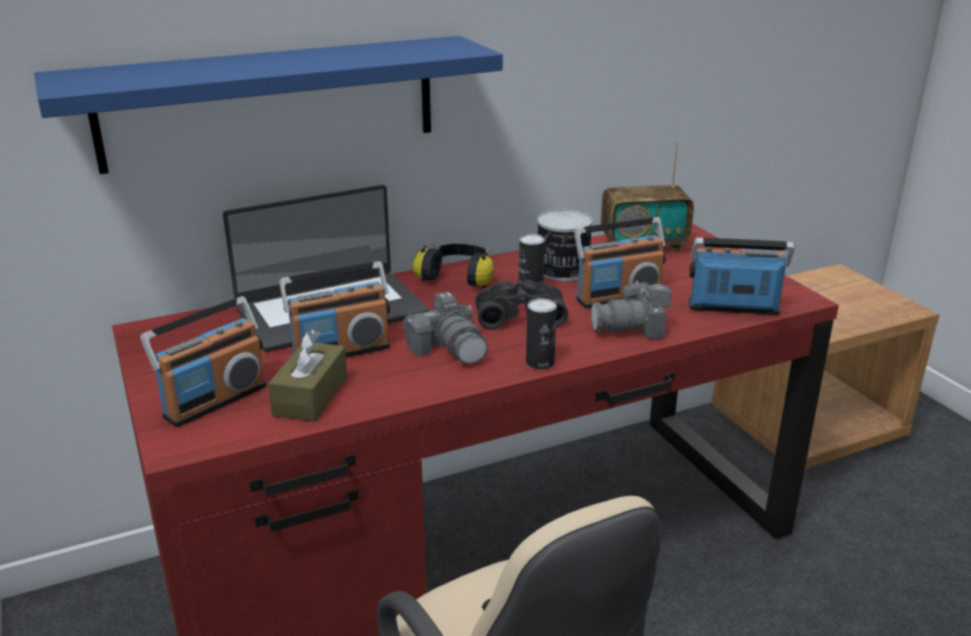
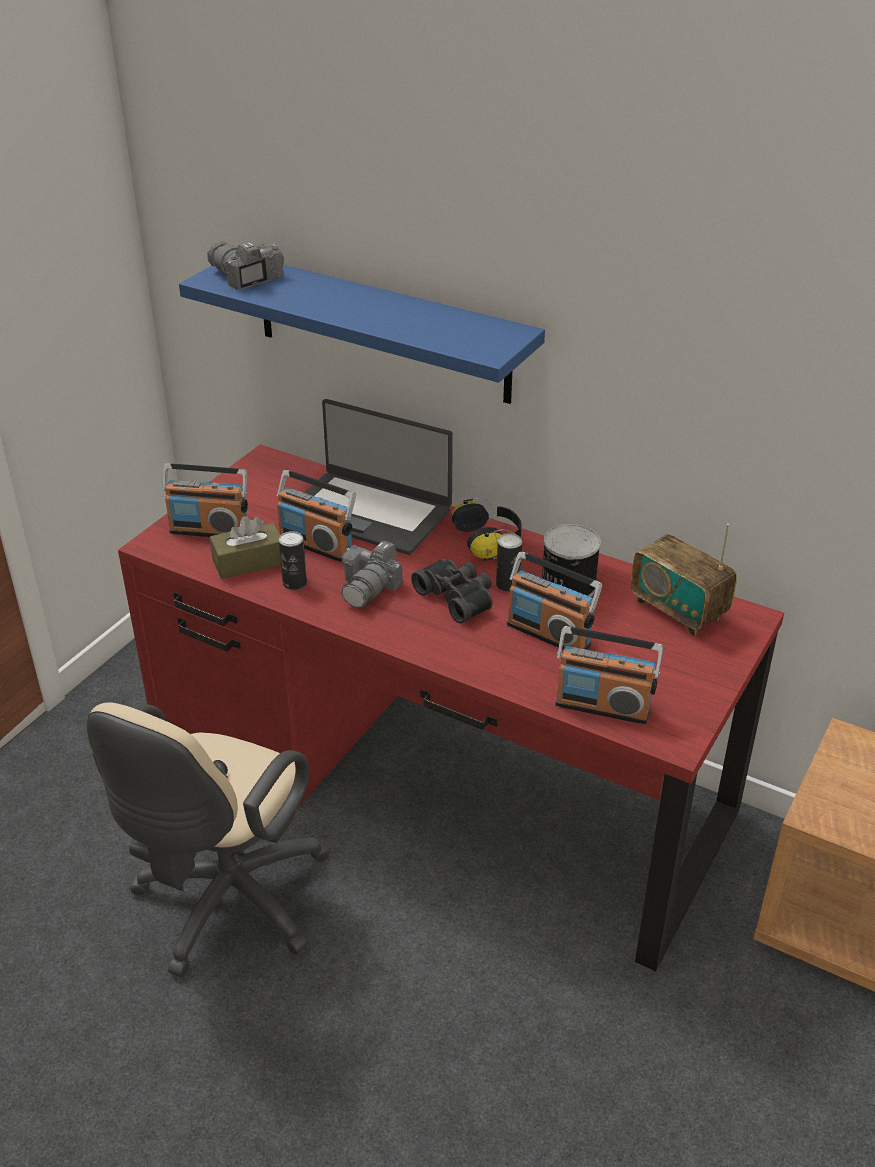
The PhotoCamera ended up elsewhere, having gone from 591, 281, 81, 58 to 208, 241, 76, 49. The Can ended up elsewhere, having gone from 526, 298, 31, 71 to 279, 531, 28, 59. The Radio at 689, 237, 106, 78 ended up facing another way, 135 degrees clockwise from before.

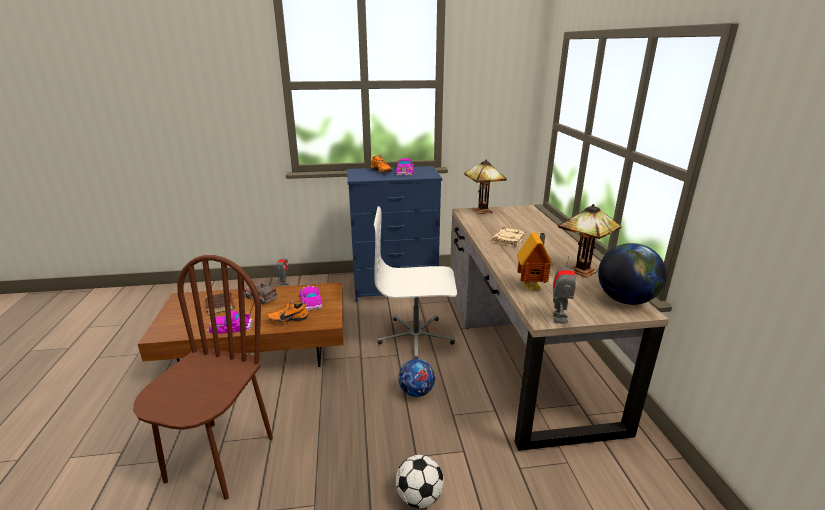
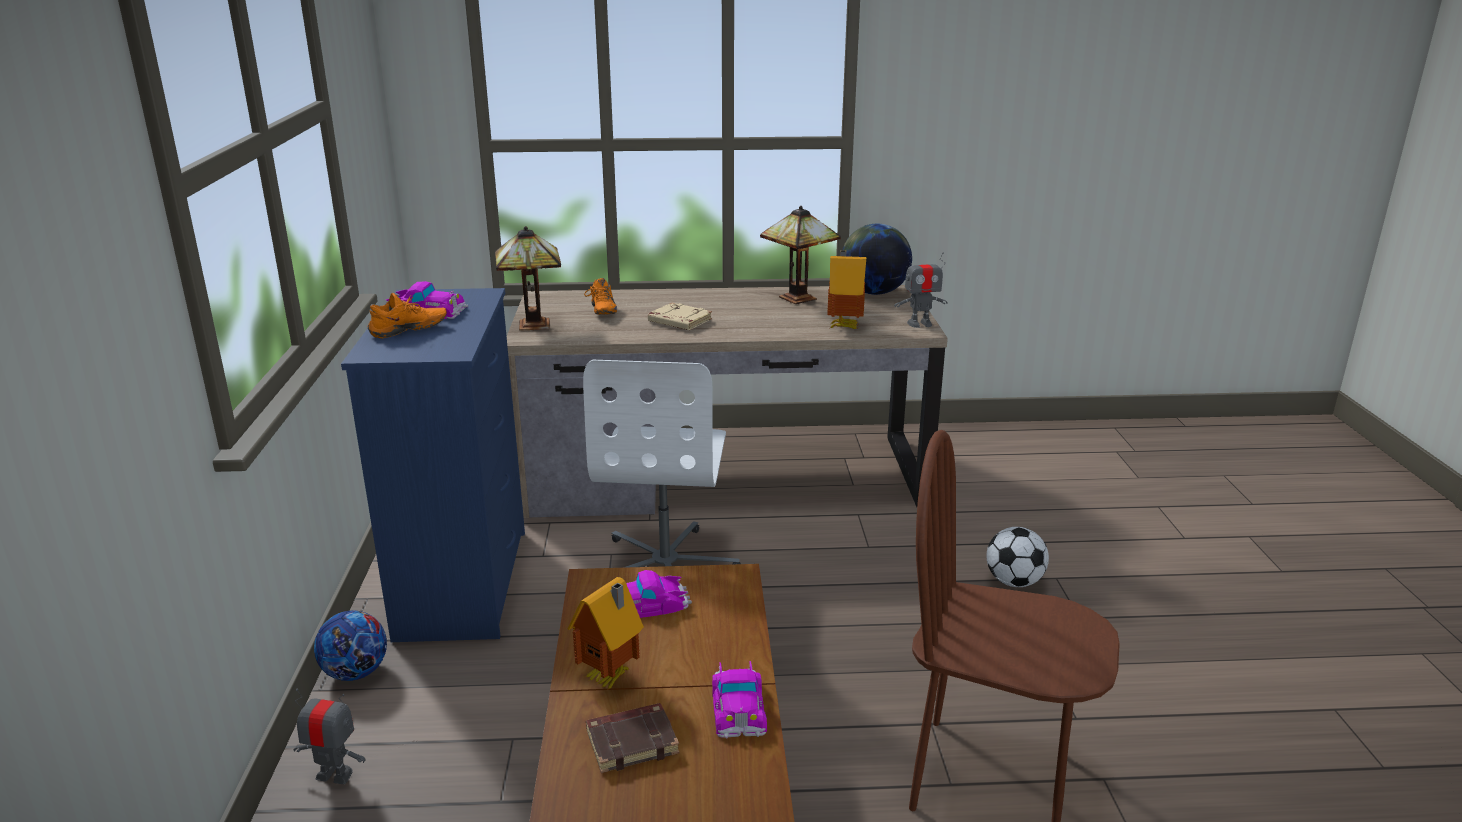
The FootballBall ended up elsewhere, having gone from 398, 359, 37, 38 to 314, 611, 73, 70. Where the ToyLorry stood at 244, 282, 35, 23, the ToyHouse came to stand at 568, 577, 76, 112. The OrangeColouredLowShoe ended up elsewhere, having gone from 268, 301, 41, 23 to 584, 278, 33, 36. The ToyRobot at 553, 256, 24, 68 ended up facing another way, 150 degrees clockwise from before.

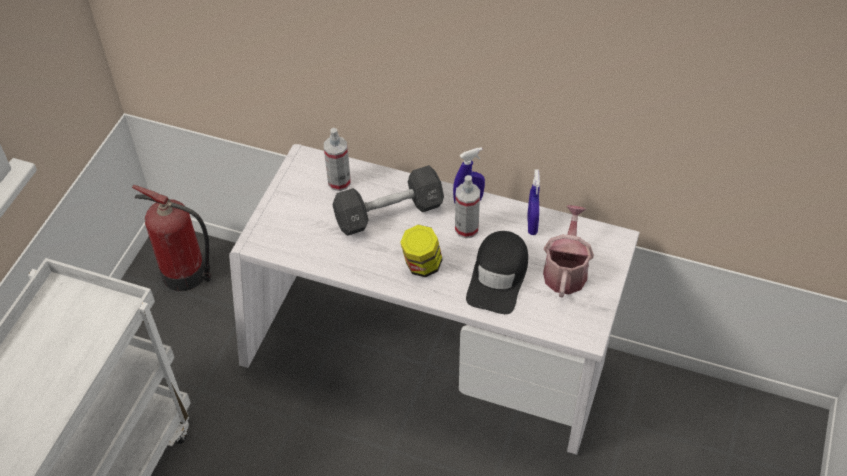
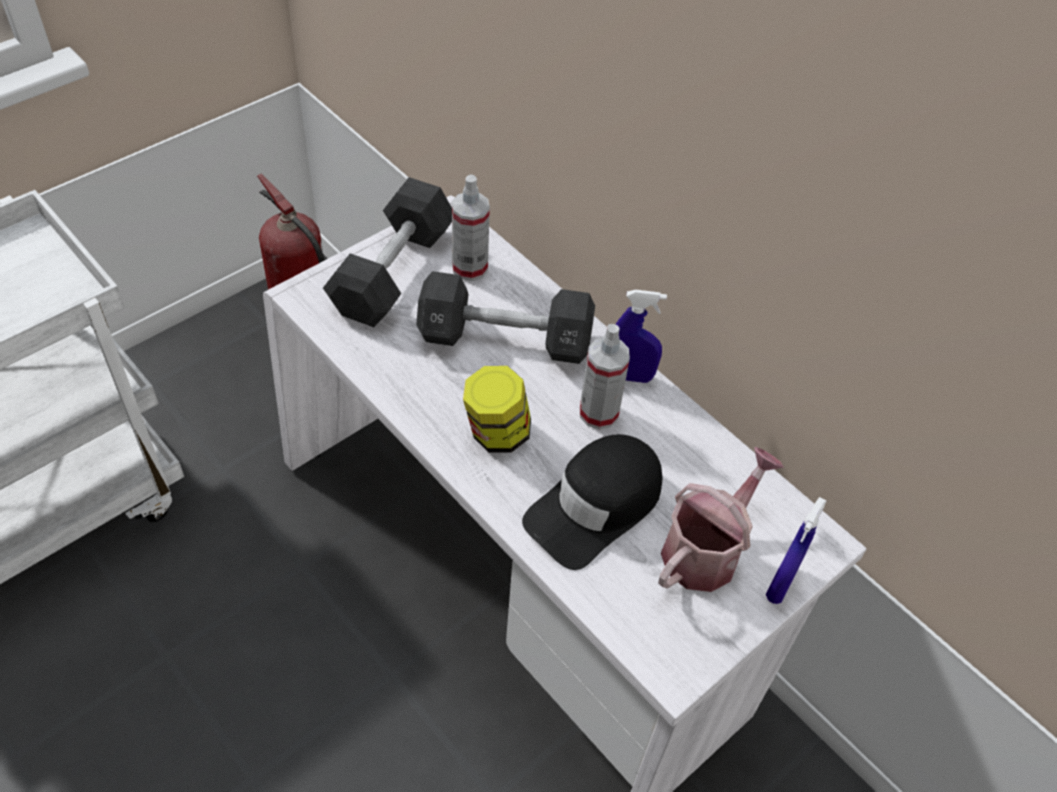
The second view gained the BlackHandWeight at 323, 177, 129, 150. The BlueColouredHandSprayer ended up elsewhere, having gone from 527, 169, 13, 66 to 766, 497, 60, 107.

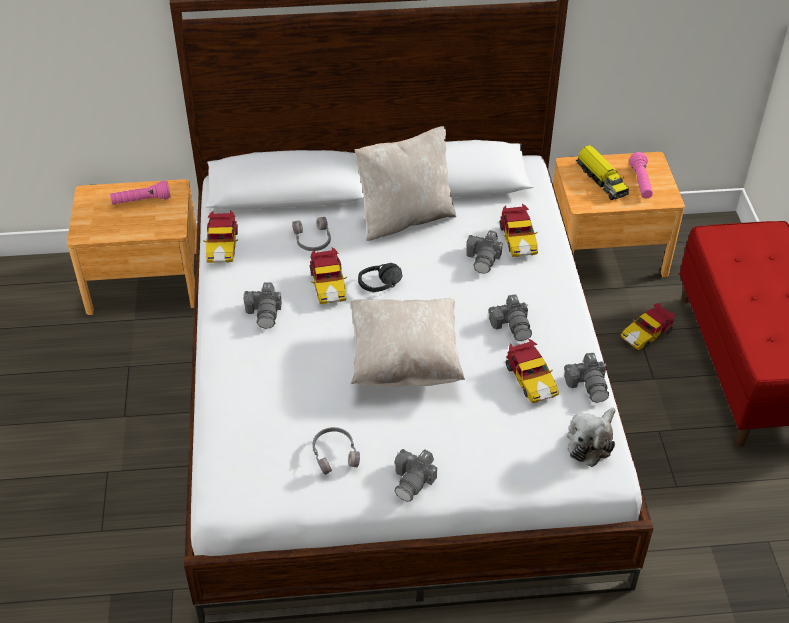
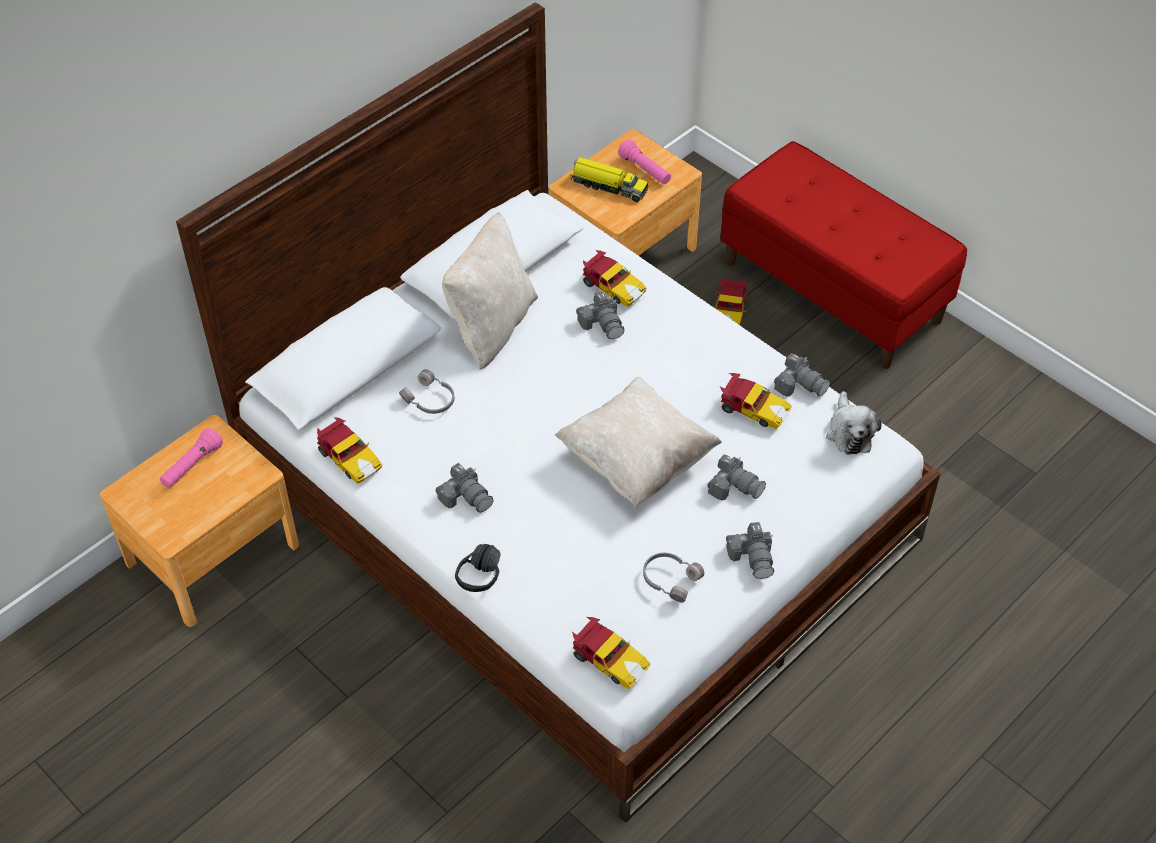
The BlackHeadset ended up elsewhere, having gone from 358, 263, 44, 29 to 455, 544, 45, 48. The ModelCar ended up elsewhere, having gone from 309, 248, 38, 56 to 572, 617, 79, 72. The PhotoCamera ended up elsewhere, having gone from 489, 294, 43, 47 to 707, 454, 59, 46.

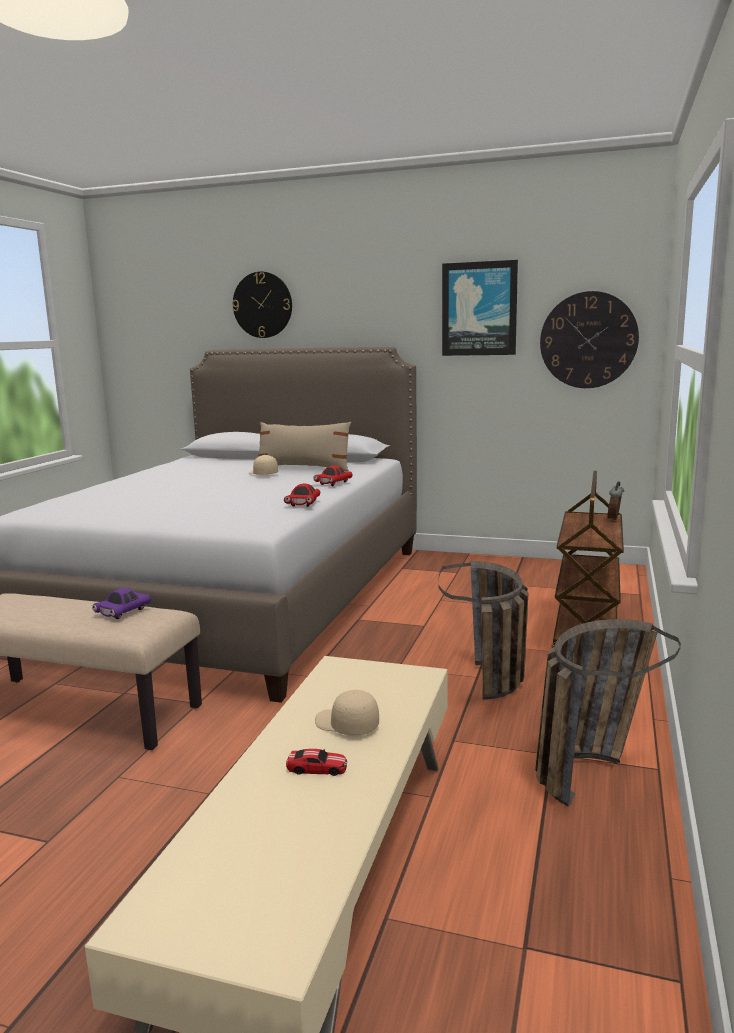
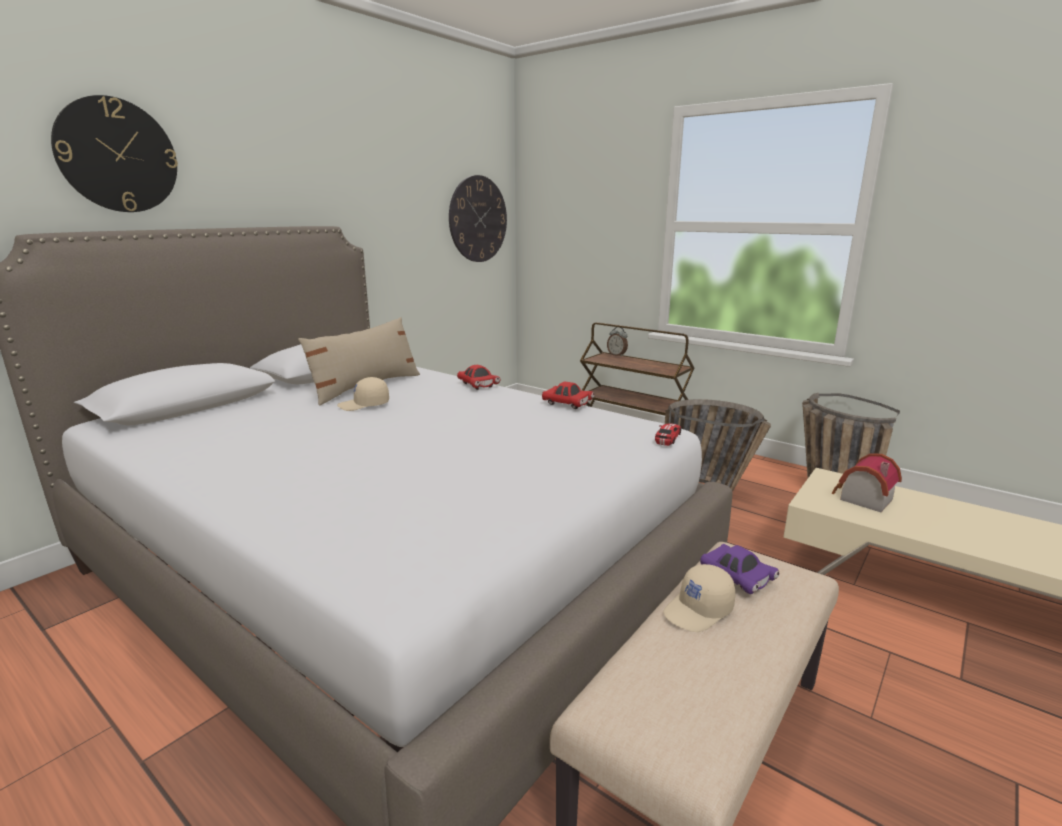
The ModelCar ended up elsewhere, having gone from 286, 749, 61, 27 to 655, 423, 26, 23. The BeigeCap ended up elsewhere, having gone from 315, 690, 64, 46 to 663, 564, 72, 68. The second view gained the ToyHouse at 832, 453, 70, 59. The second view lost the Picture at 442, 260, 76, 96.

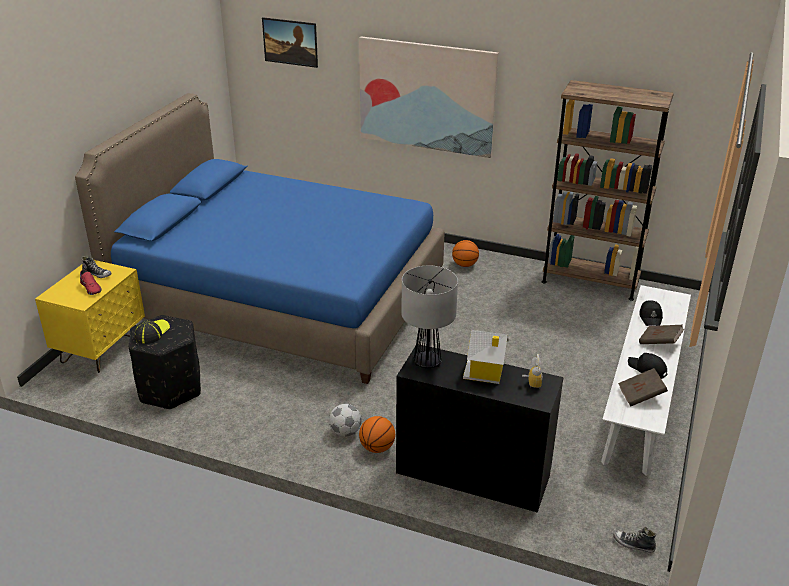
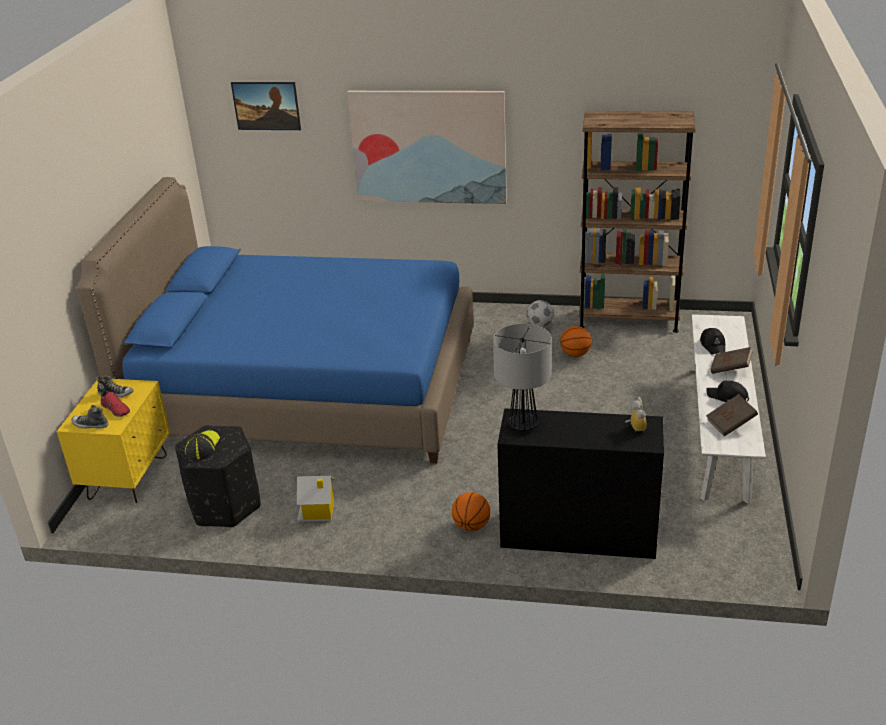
The LowShoe ended up elsewhere, having gone from 613, 527, 43, 26 to 71, 405, 37, 24. The ToyHouse ended up elsewhere, having gone from 463, 330, 46, 54 to 297, 476, 38, 46. The FootballBall ended up elsewhere, having gone from 329, 404, 33, 33 to 527, 300, 27, 27. The Basketball ended up elsewhere, having gone from 452, 240, 27, 27 to 560, 326, 32, 31.

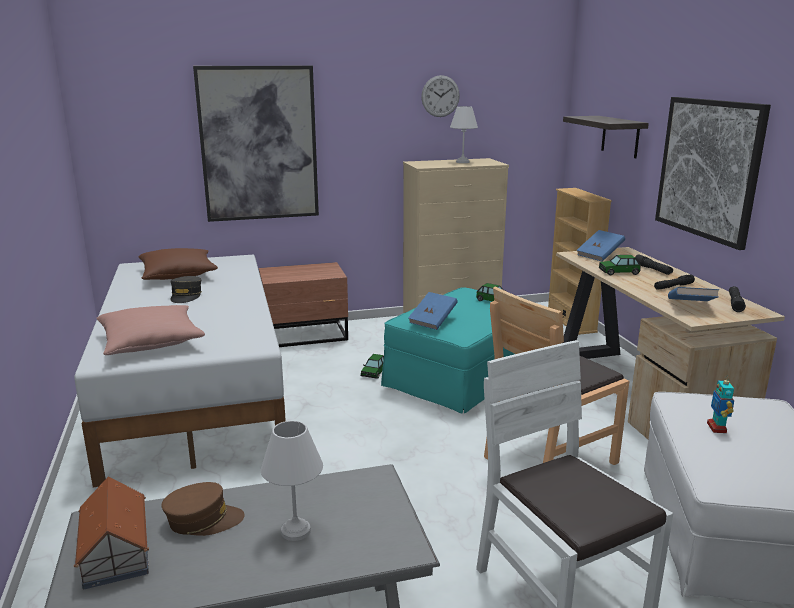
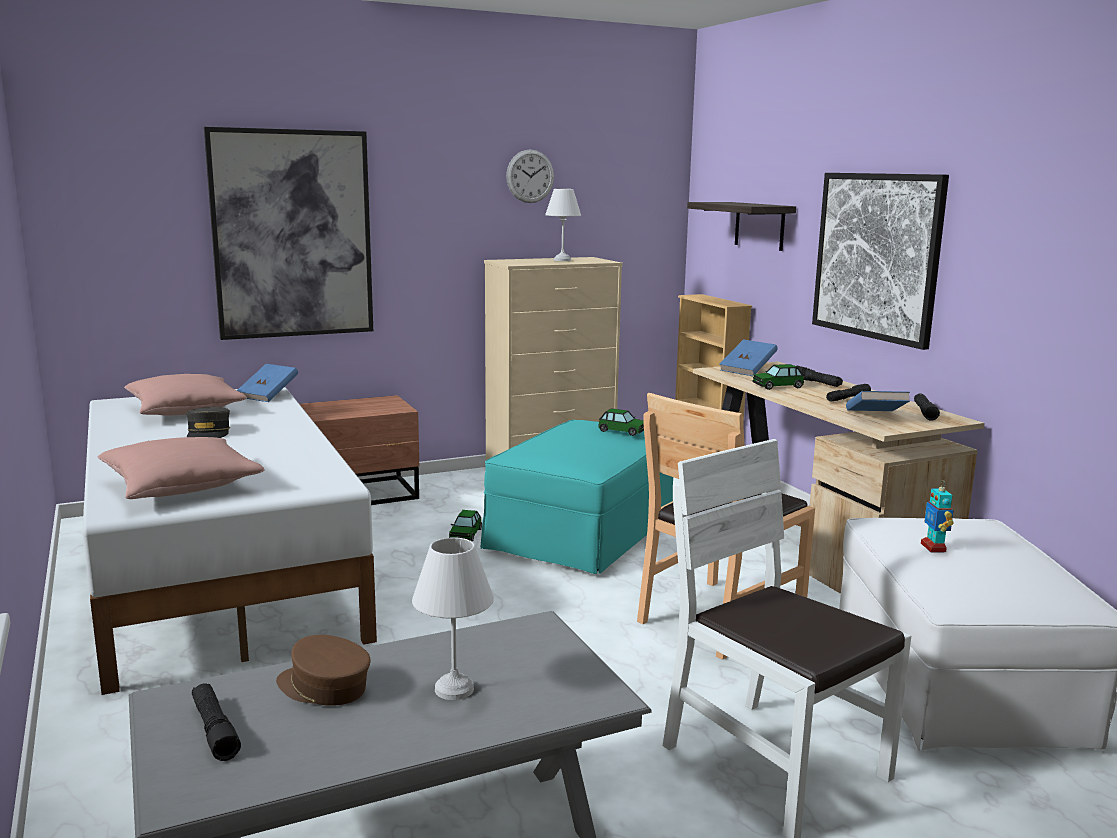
What was the BrownThrowPillow at 138, 248, 80, 32 turned into the PinkColouredThrowPillow at 124, 374, 123, 42. Where the ToyHouse stood at 74, 476, 75, 114, the BlackTorch came to stand at 192, 684, 49, 77. The BlueColouredBoundBook ended up elsewhere, having gone from 408, 292, 50, 38 to 237, 364, 61, 38. The BrownCap at 162, 482, 83, 54 ended up facing another way, 135 degrees counterclockwise from before.

